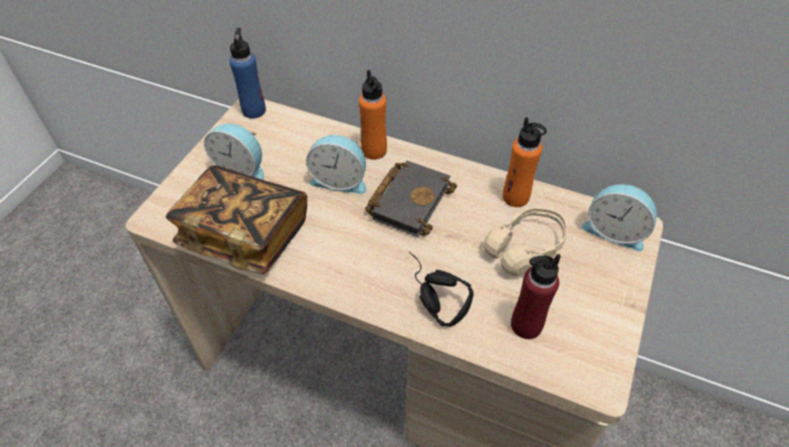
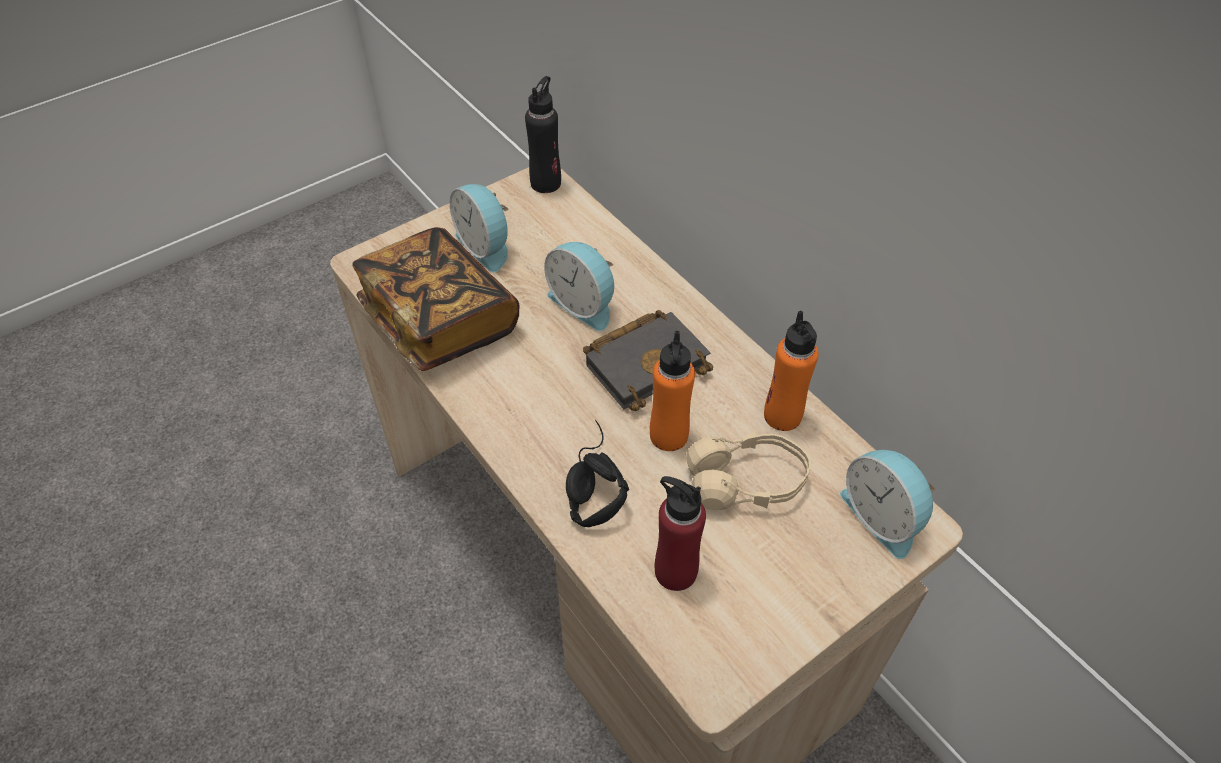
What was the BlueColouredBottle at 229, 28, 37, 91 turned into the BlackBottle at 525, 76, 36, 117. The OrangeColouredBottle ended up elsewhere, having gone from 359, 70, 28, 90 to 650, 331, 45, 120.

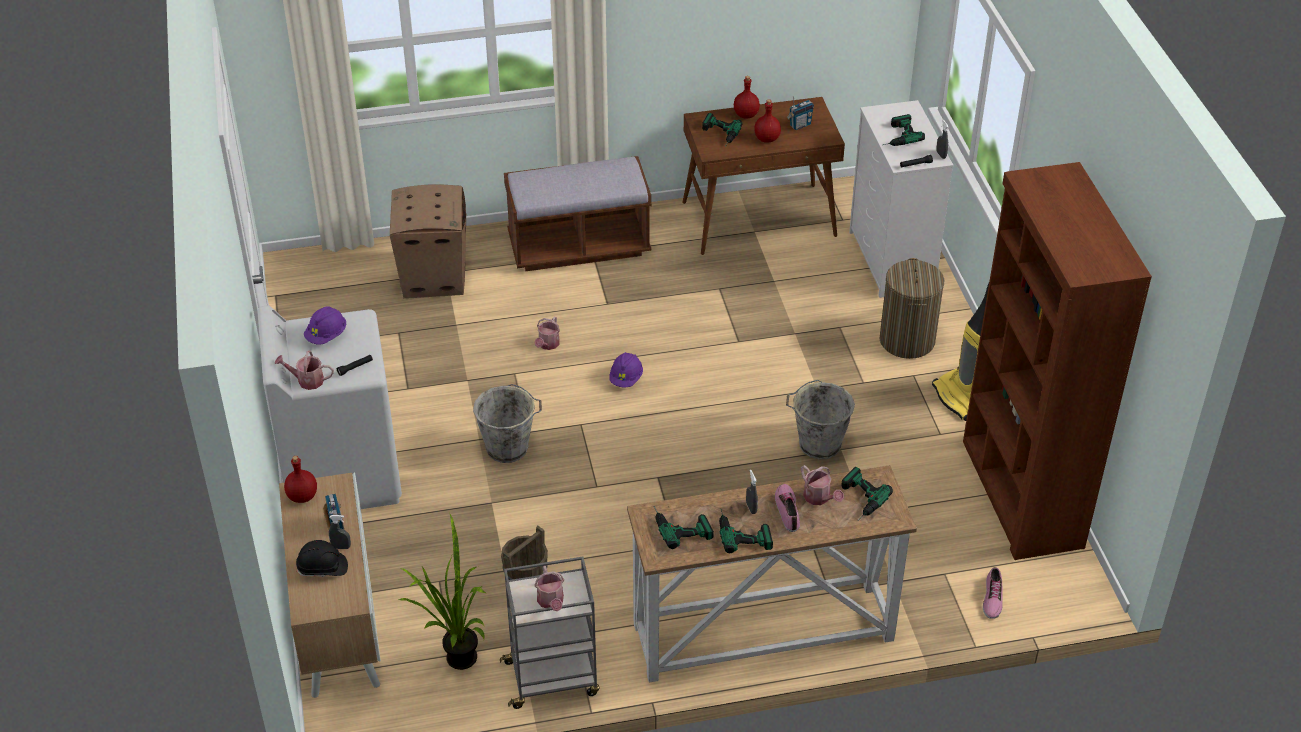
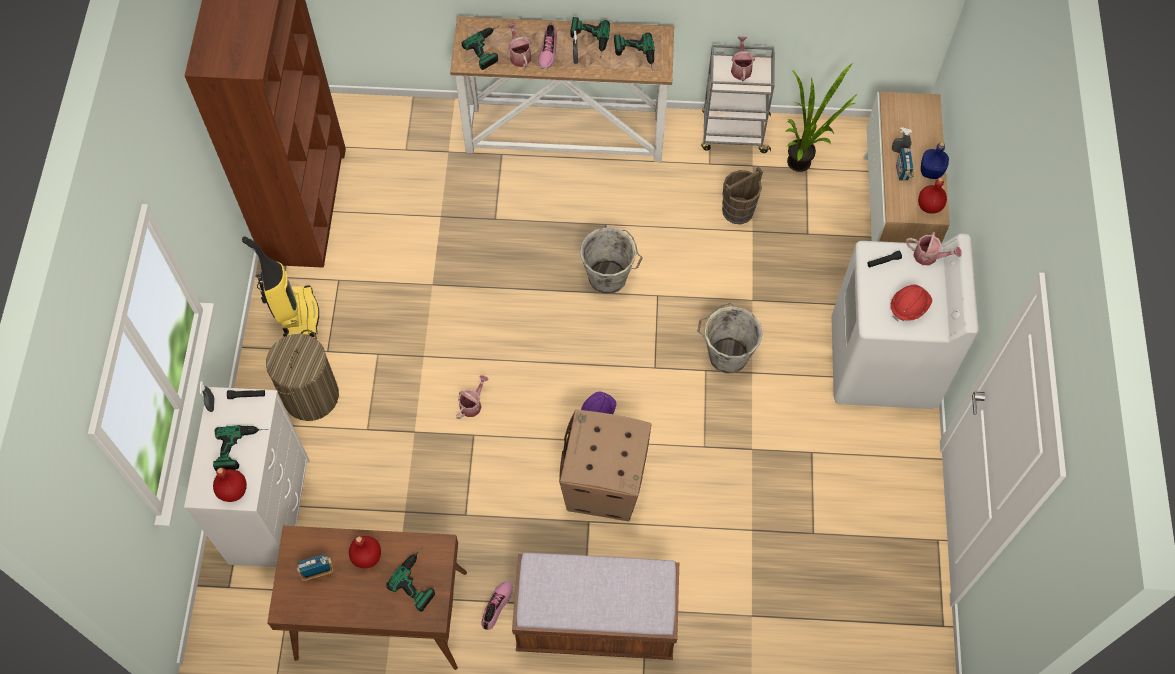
The RedBottle ended up elsewhere, having gone from 734, 76, 26, 43 to 213, 468, 34, 34. The SprinklingCan ended up elsewhere, having gone from 534, 317, 26, 33 to 456, 375, 32, 44. The LowShoe ended up elsewhere, having gone from 983, 567, 20, 52 to 481, 581, 32, 49. The CardboardBox ended up elsewhere, having gone from 390, 184, 77, 115 to 559, 410, 93, 111. The GreyBucket ended up elsewhere, having gone from 786, 380, 69, 79 to 580, 227, 62, 67. What was the PurplishHardHat at 304, 306, 42, 39 turned into the RedHardHat at 891, 284, 41, 37. The second view gained the BlueColouredBottle at 921, 142, 28, 37. The second view lost the BlackHardHat at 296, 540, 52, 37.

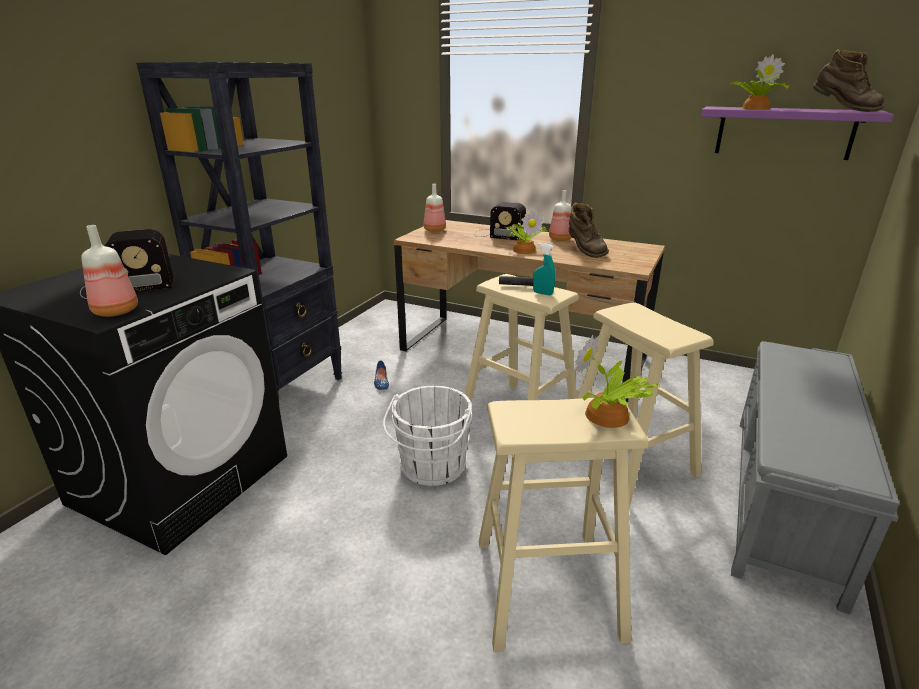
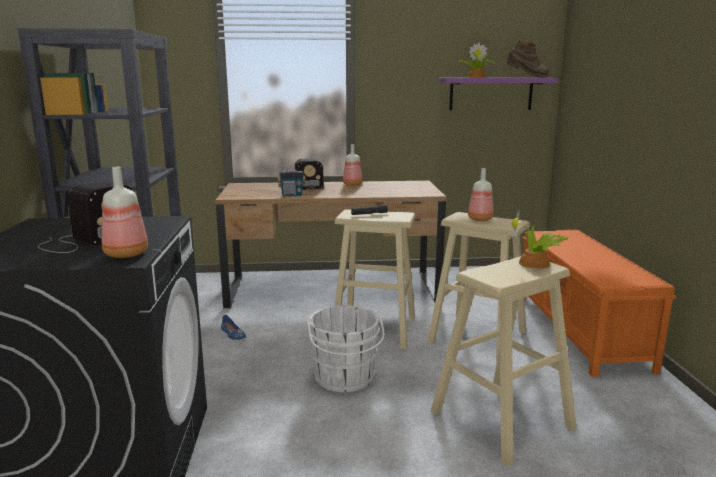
The second view gained the Radio at 277, 159, 29, 38. The Bottle ended up elsewhere, having gone from 424, 183, 22, 49 to 468, 168, 26, 53. What was the GreyIndoorBench at 731, 341, 169, 273 turned into the OrangeColouredIndoorBench at 522, 230, 154, 147. The second view lost the PlantInAPot at 506, 211, 42, 43. The second view lost the TurquoiseHandSprayer at 533, 243, 22, 53. The second view lost the BrownHighTopBoot at 569, 203, 40, 55.

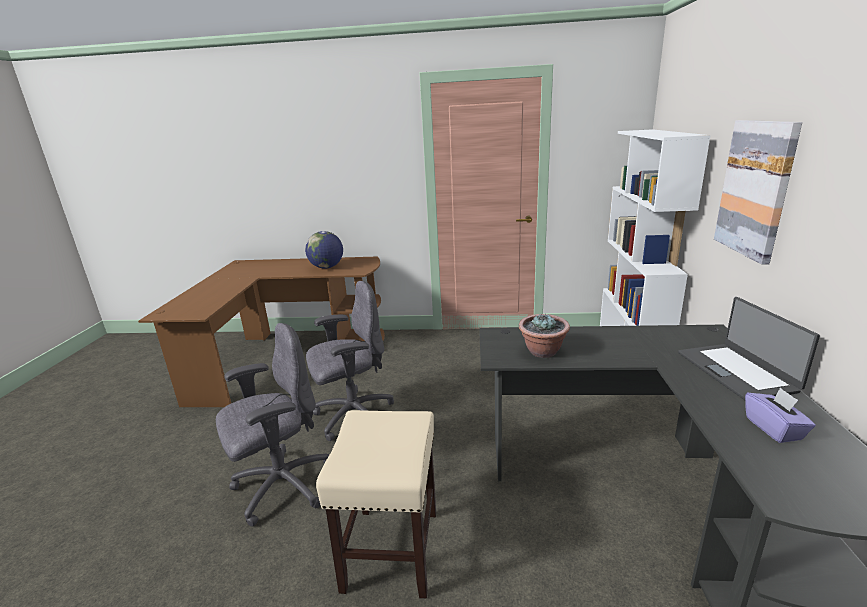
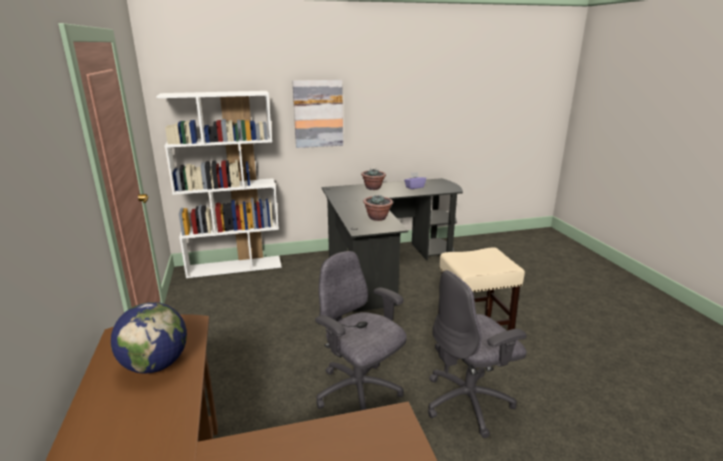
Where the NotebookComputer stood at 678, 297, 142, 103, the PlantInAPot came to stand at 361, 169, 25, 21. The GreyOfficeChair at 216, 323, 113, 204 ended up facing another way, 60 degrees counterclockwise from before.

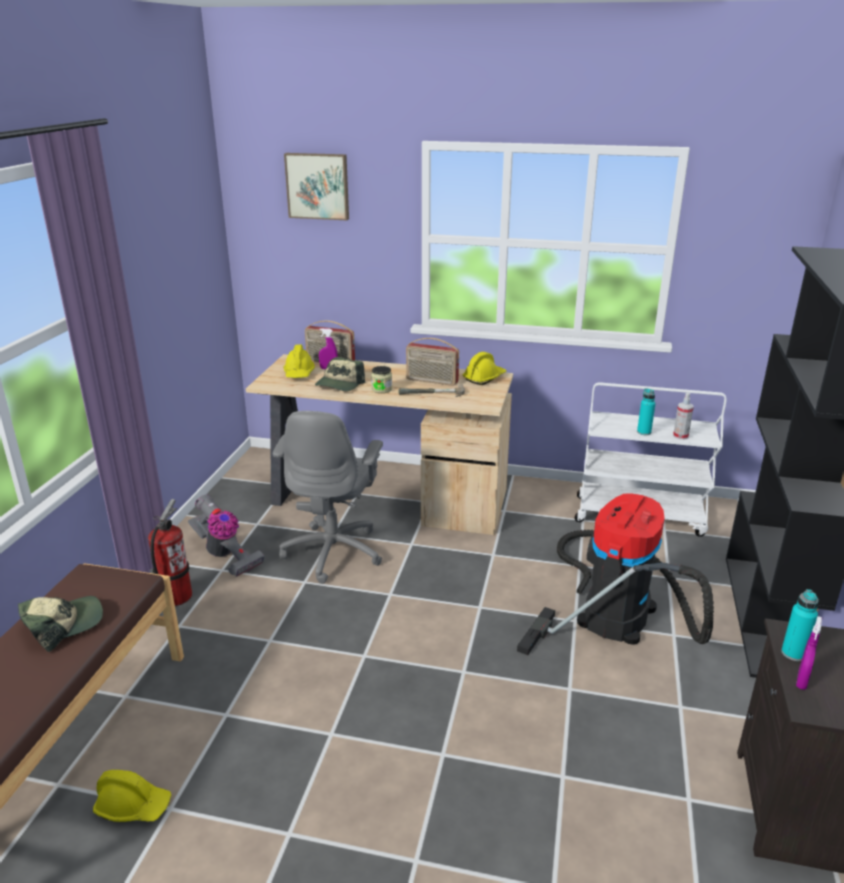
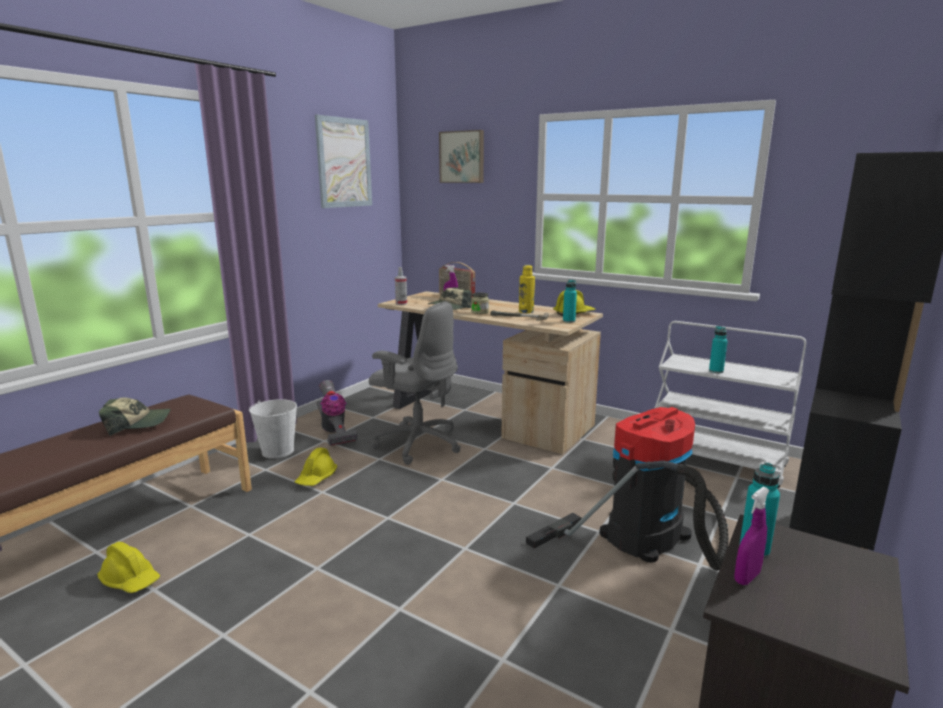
Where the FireFightingCylinder stood at 148, 499, 44, 107, the WhiteColouredBucket came to stand at 249, 399, 48, 60. The YellowHardHat ended up elsewhere, having gone from 284, 345, 31, 33 to 295, 448, 42, 38. The second view gained the Picture at 315, 114, 57, 94. The GreyOfficeChair at 273, 411, 110, 173 ended up facing another way, 90 degrees counterclockwise from before. The HandSprayer ended up elsewhere, having gone from 673, 393, 21, 47 to 395, 267, 12, 38. Where the Radio stood at 406, 338, 53, 48, the YellowBottle came to stand at 519, 265, 16, 48. The second view gained the TurquoiseBottle at 563, 280, 14, 43.

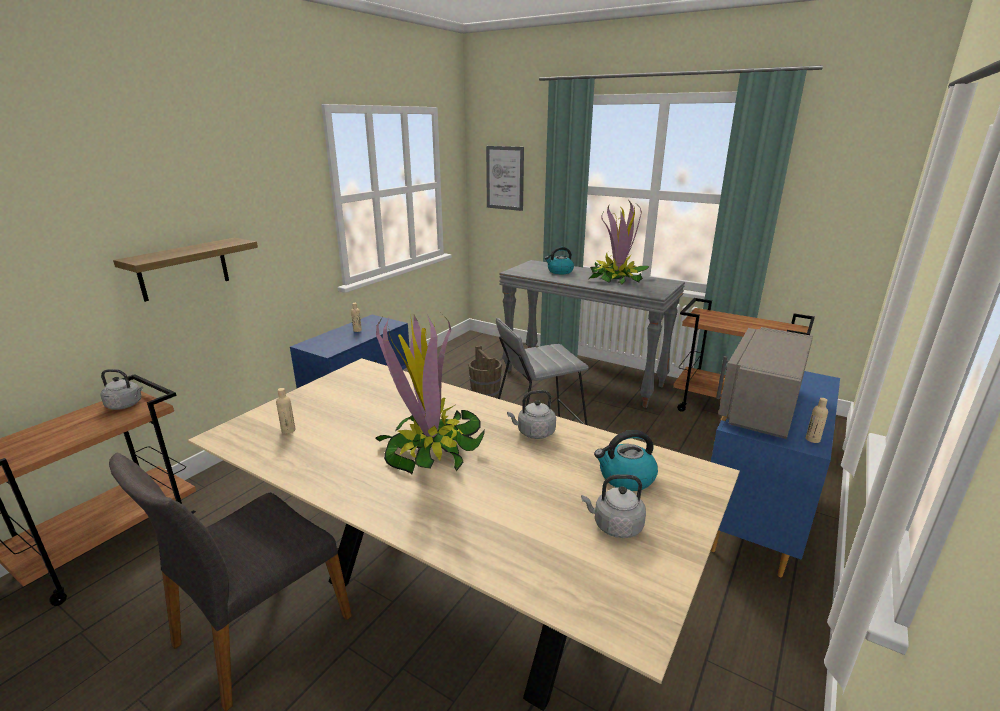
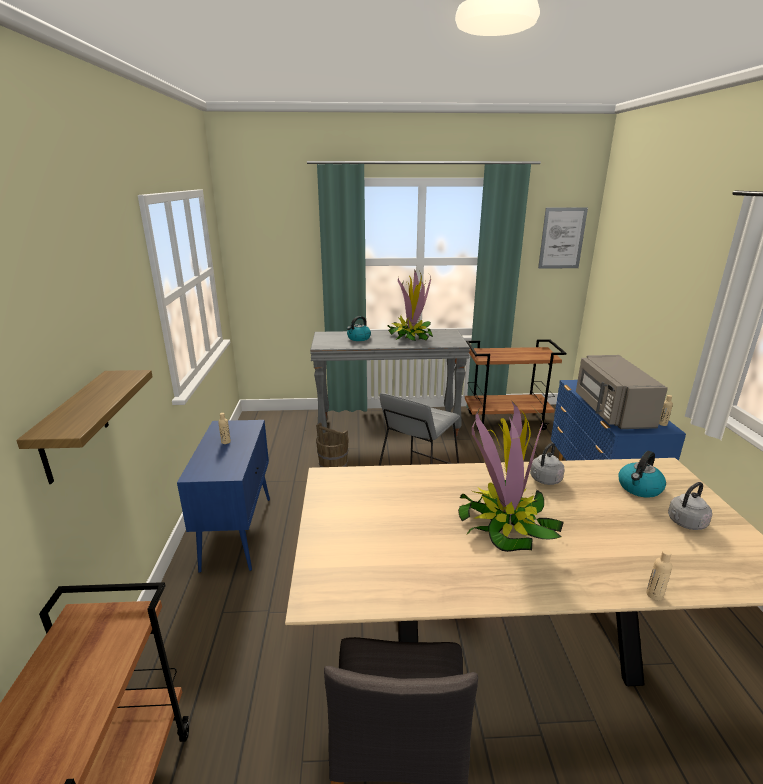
The Picture ended up elsewhere, having gone from 486, 146, 38, 65 to 538, 207, 50, 62. The BeigeBottle ended up elsewhere, having gone from 276, 388, 19, 46 to 646, 550, 26, 51. The second view lost the GreyWaterKettle at 100, 369, 43, 41.

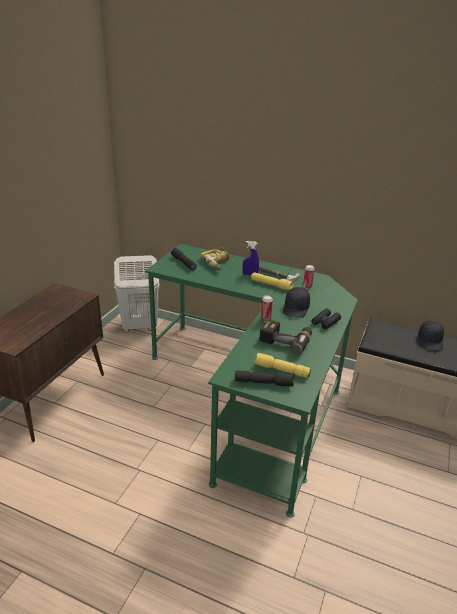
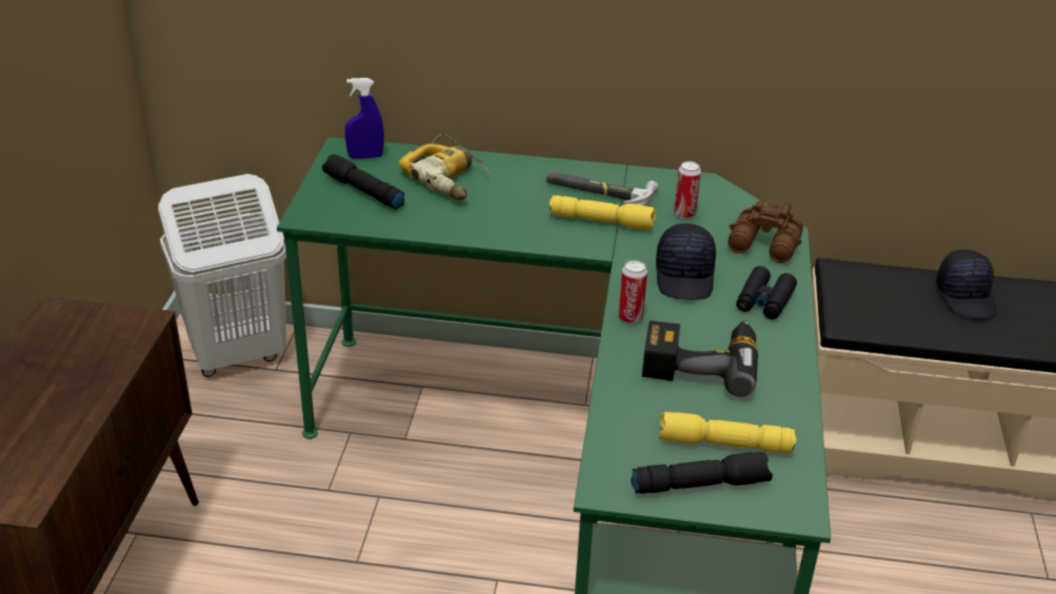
The BlueColouredHandSprayer ended up elsewhere, having gone from 243, 241, 16, 35 to 345, 78, 39, 81. The second view gained the BrownPairOfBinoculars at 728, 200, 75, 63.

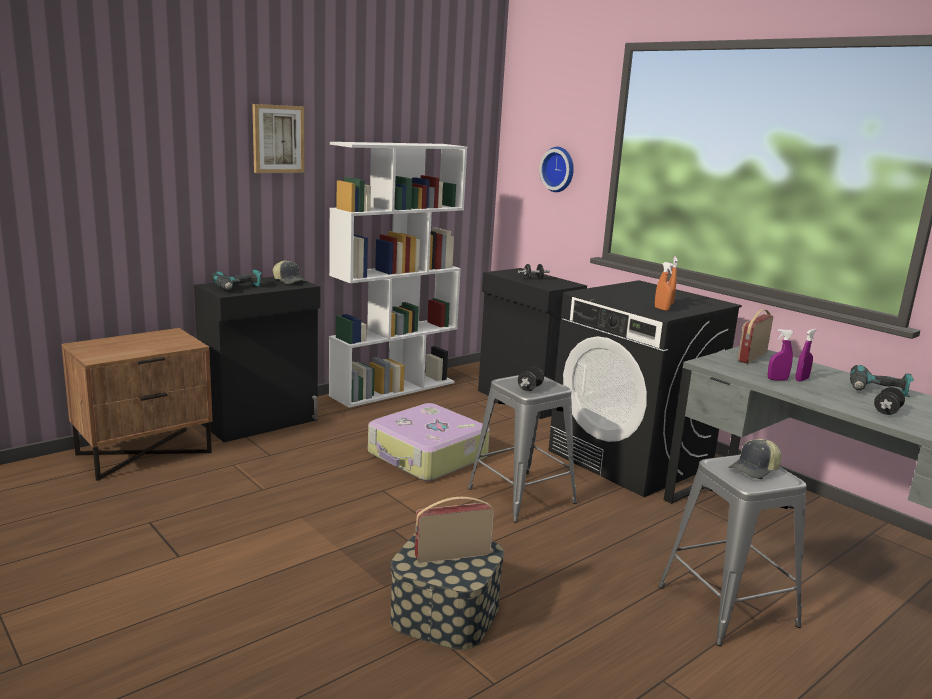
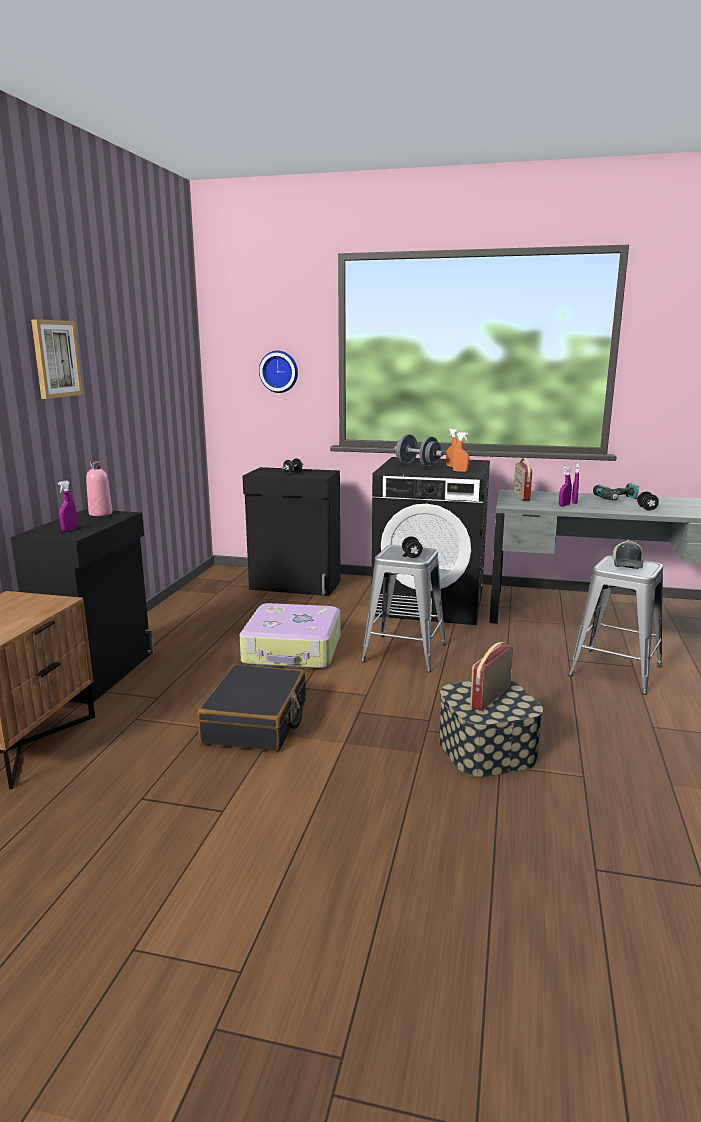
Where the PowerDrill stood at 211, 269, 51, 21, the PurplishHandSprayer came to stand at 58, 481, 19, 50. Where the Cap stood at 273, 260, 33, 24, the PinkColouredBottle came to stand at 86, 461, 26, 55. The second view gained the BlackSuitcase at 197, 665, 109, 87. The second view gained the GreyHandWeight at 394, 434, 50, 34. The second view lost the WhiteColouredShelvingUnit at 329, 142, 138, 266.

